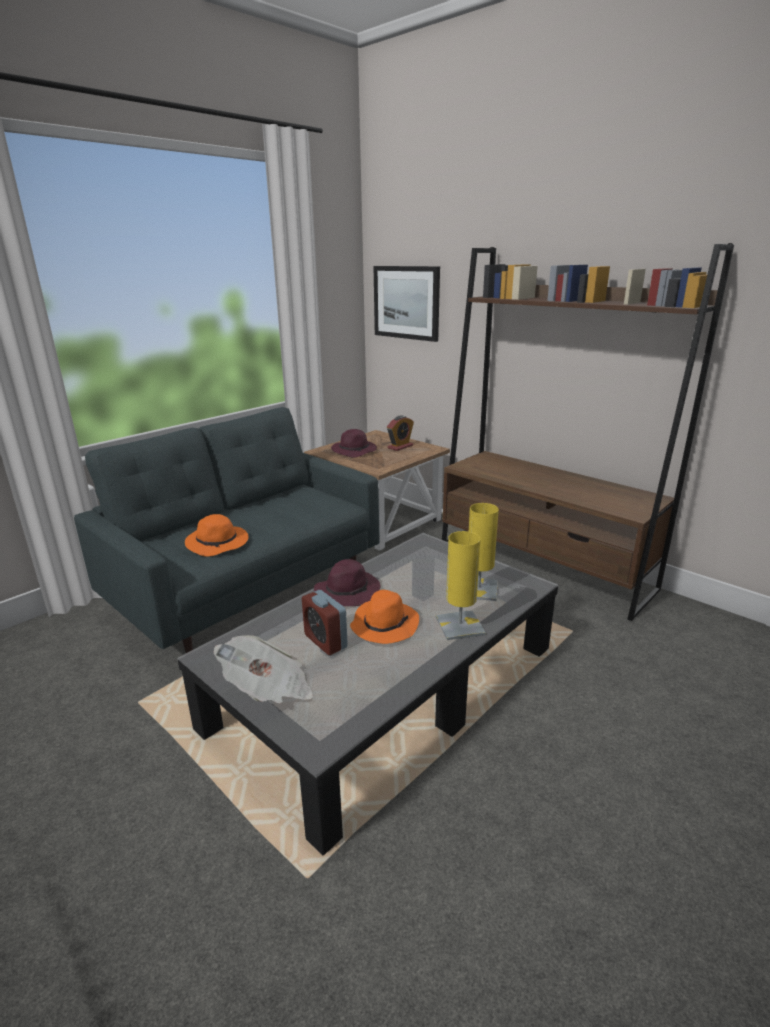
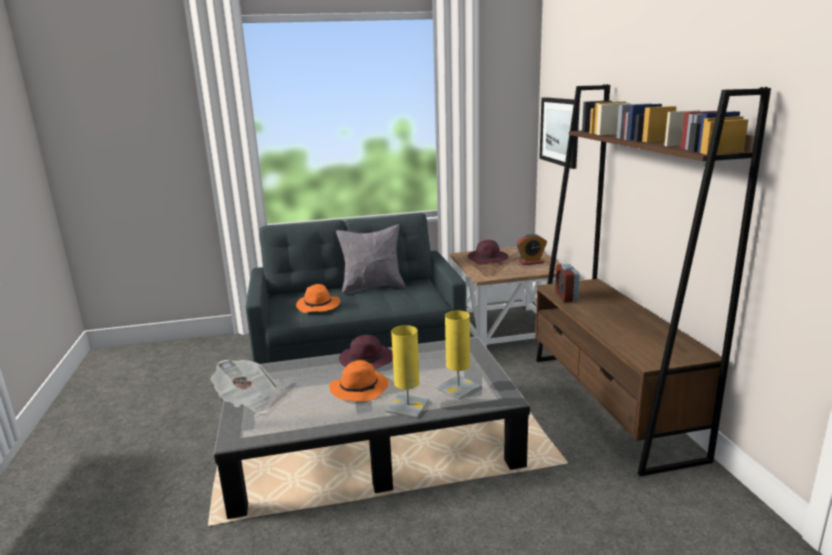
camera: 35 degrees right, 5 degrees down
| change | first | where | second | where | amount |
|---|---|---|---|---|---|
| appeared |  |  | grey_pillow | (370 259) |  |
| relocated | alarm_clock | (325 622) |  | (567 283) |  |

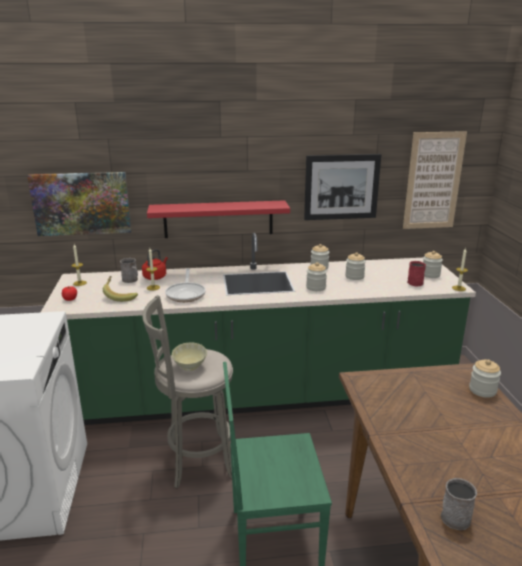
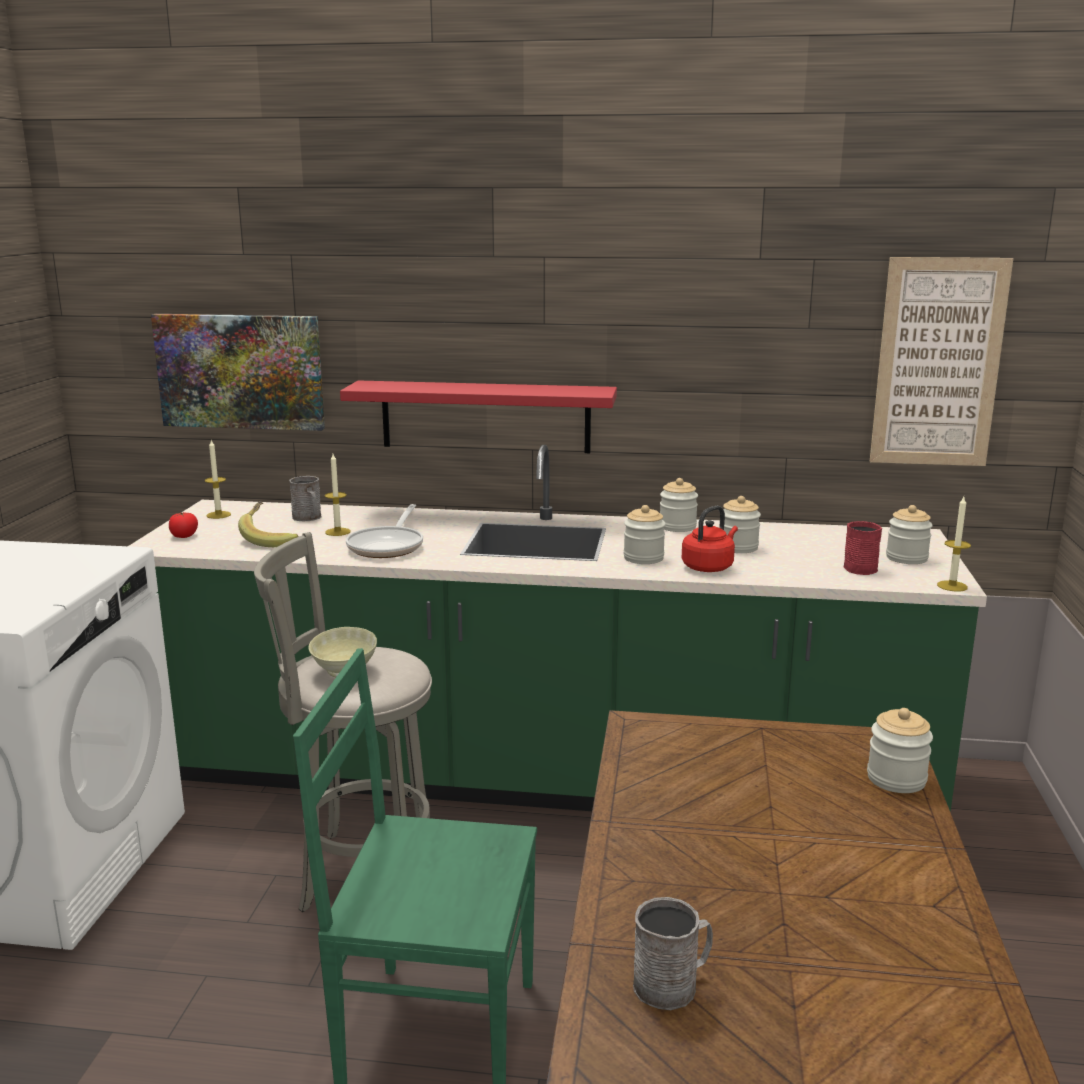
camera: 15 degrees right, 5 degrees down
| change | first | where | second | where | amount |
|---|---|---|---|---|---|
| missing | picture | (342 187) |  |  |  |
| relocated | red_kettle | (155 264) |  | (710 539) |  |

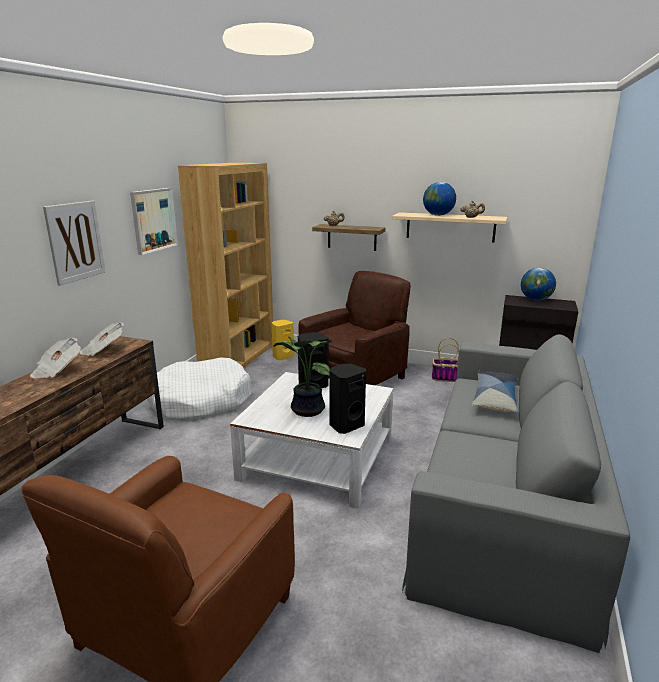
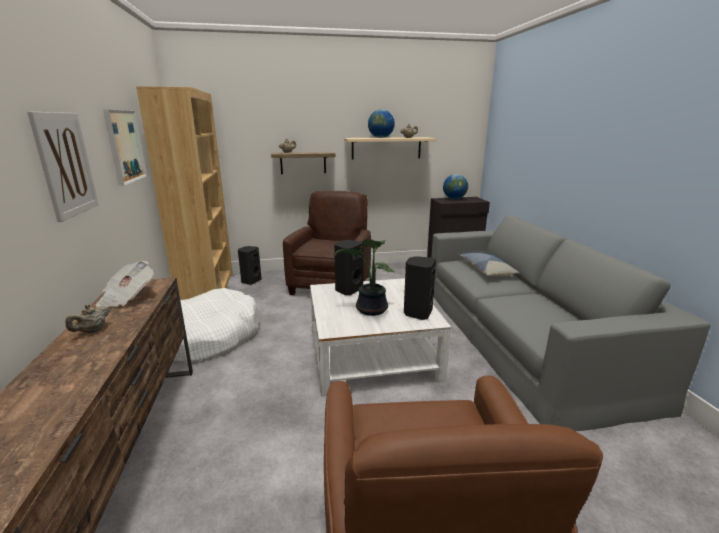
camera: 30 degrees left, 0 degrees up
| change | first | where | second | where | amount |
|---|---|---|---|---|---|
| missing | basket | (445 360) |  |  |  |
| exchanged | newspaper | (55 358) | beige_teapot | (87 318) |  |
| colour | yellow_speaker | (282 340) | black_speaker | (250 265) |  |

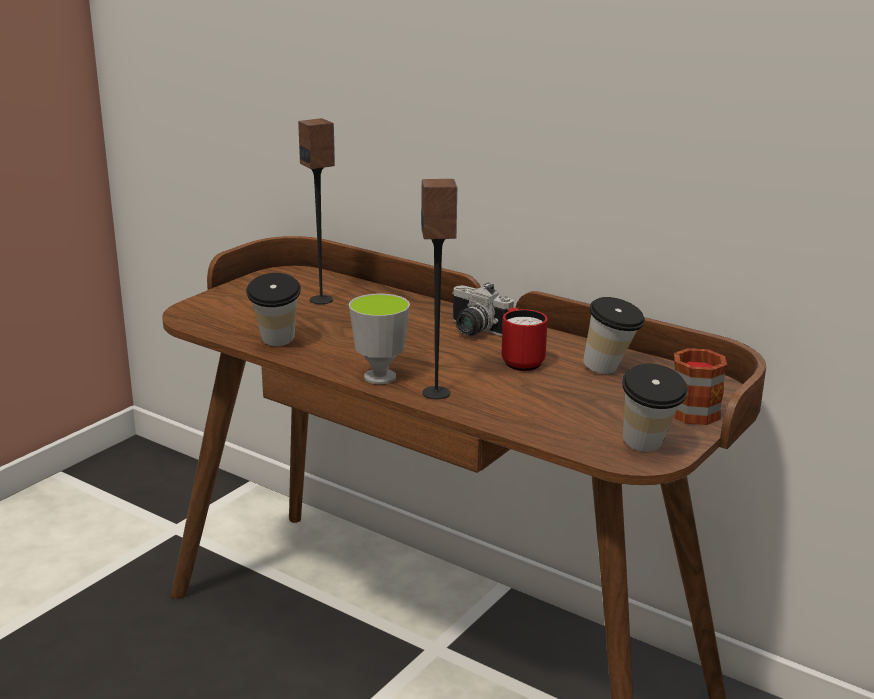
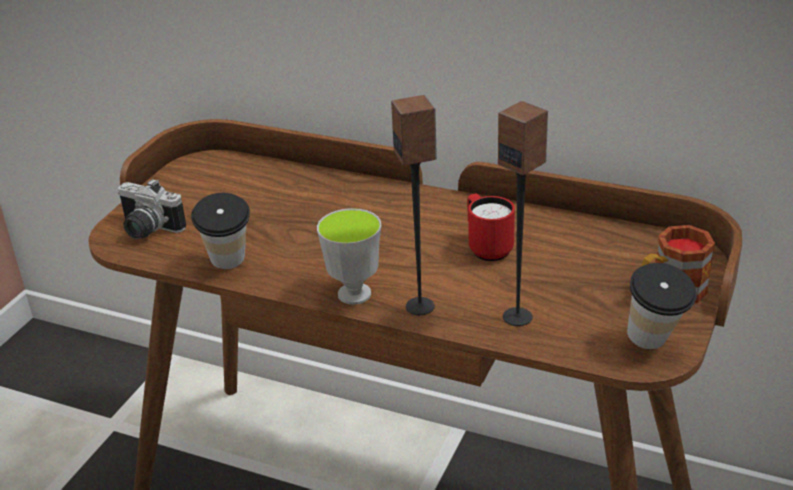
camera: 10 degrees left, 10 degrees up
| change | first | where | second | where | amount |
|---|---|---|---|---|---|
| missing | cup | (614 335) |  |  |  |
| relocated | speaker | (316 211) |  | (523 213) |  |
| relocated | photo_camera | (483 309) |  | (151 209) |  |

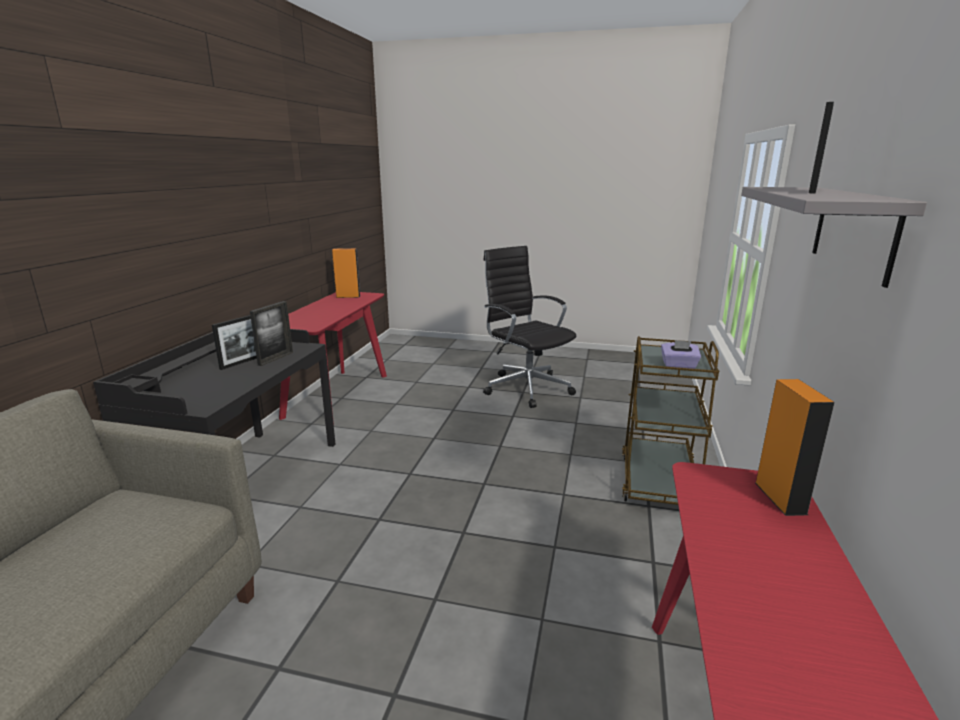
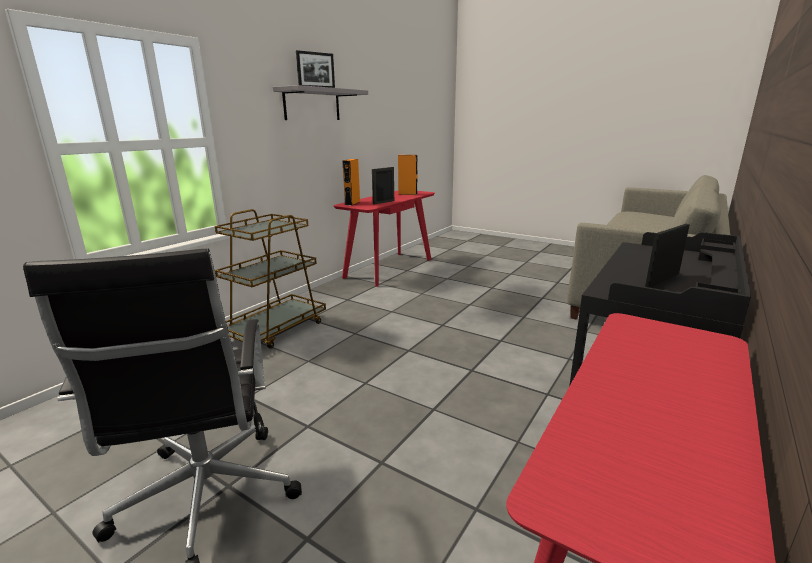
camera: 160 degrees left, 0 degrees up
| change | first | where | second | where | amount |
|---|---|---|---|---|---|
| missing | purple_tissue_box | (681 354) |  |  |  |
| relocated | picture_frame | (271 333) |  | (383 186) |  |
| relocated | orange_speaker | (346 273) |  | (407 175) |  |

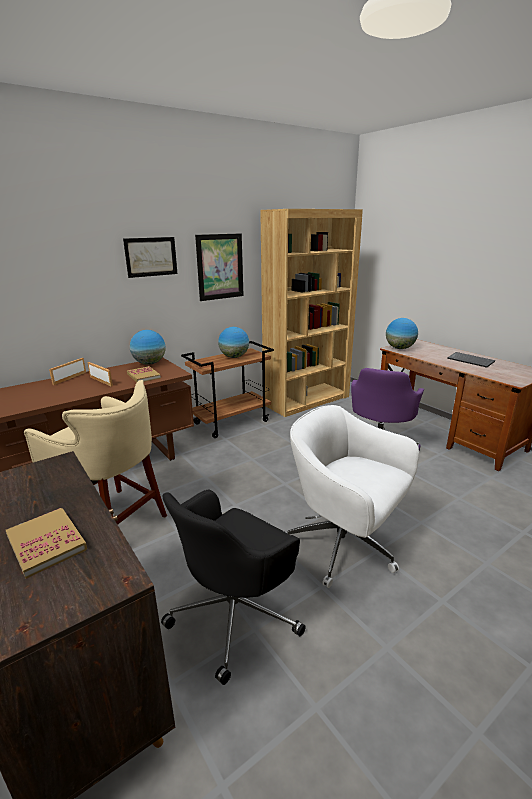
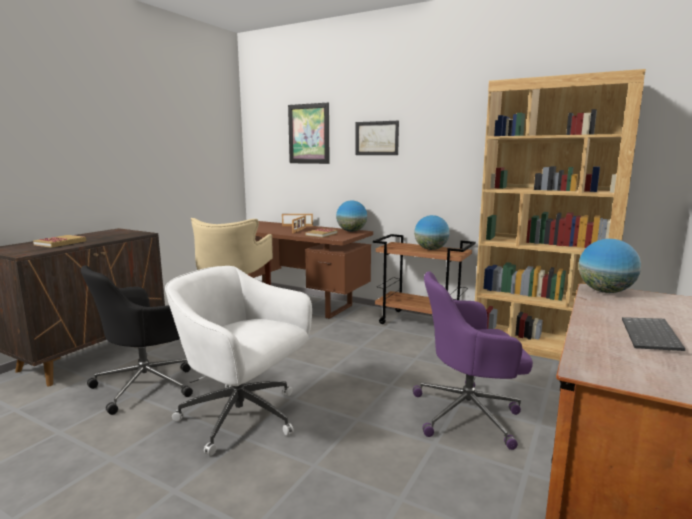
camera: 65 degrees right, 10 degrees down
| change | first | where | second | where | amount |
|---|---|---|---|---|---|
| relocated | picture | (219 267) |  | (309 133) |  |
| spun | black_office_chair | (233 587) |  | (137 340) | 60 degrees counterclockwise |
| spun | white_office_chair | (353 496) |  | (238 361) | 75 degrees counterclockwise |

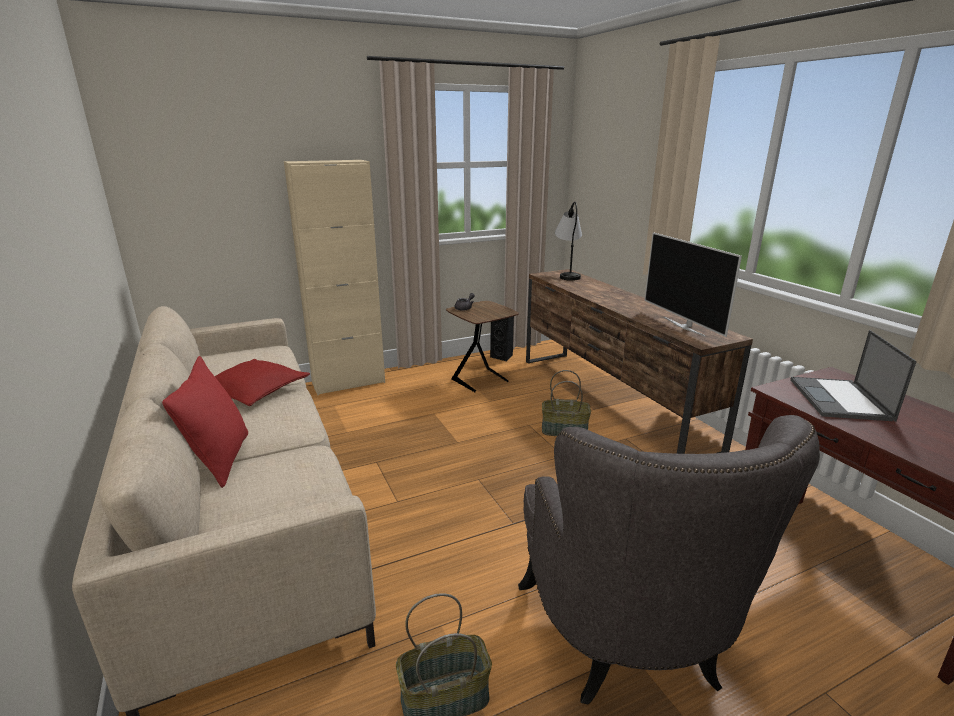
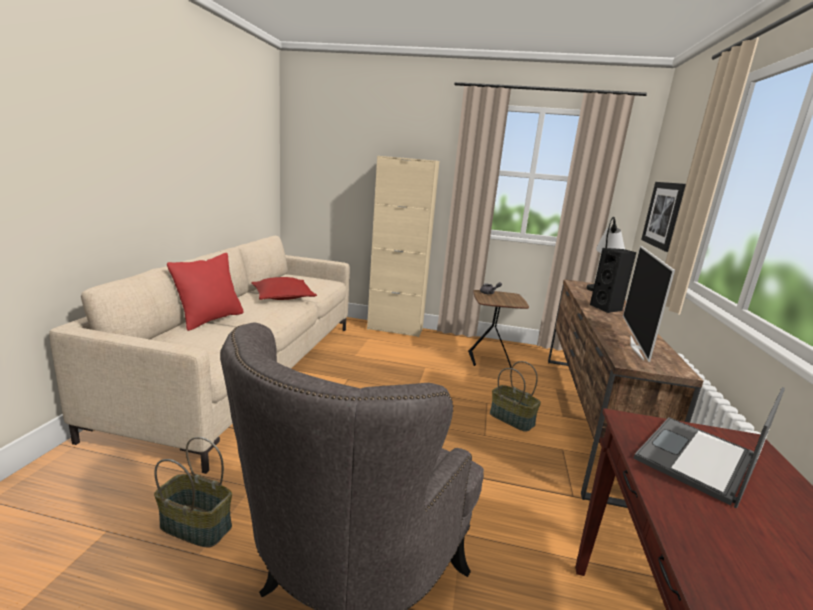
camera: 35 degrees right, 5 degrees down
| change | first | where | second | where | amount |
|---|---|---|---|---|---|
| appeared |  |  | picture | (663 217) |  |
| relocated | black_speaker | (502 338) |  | (613 280) |  |

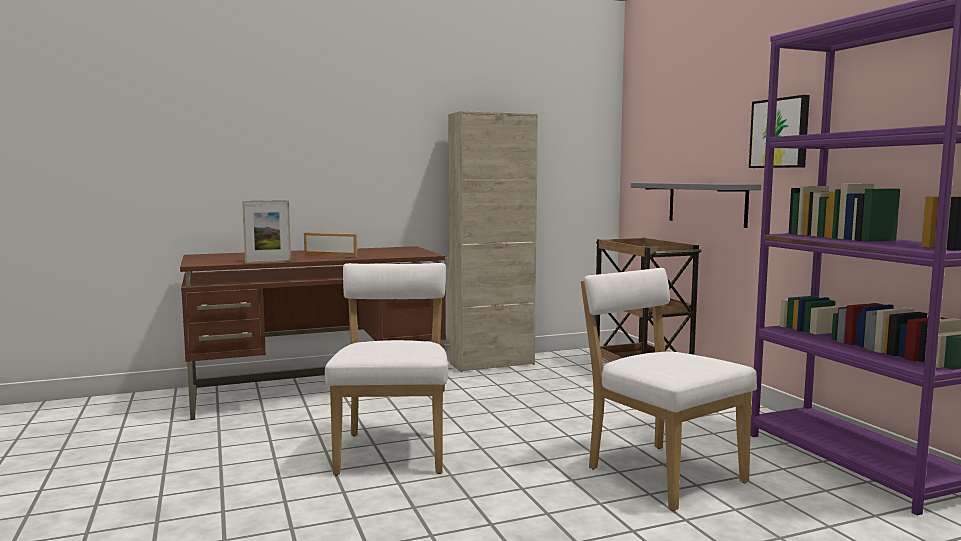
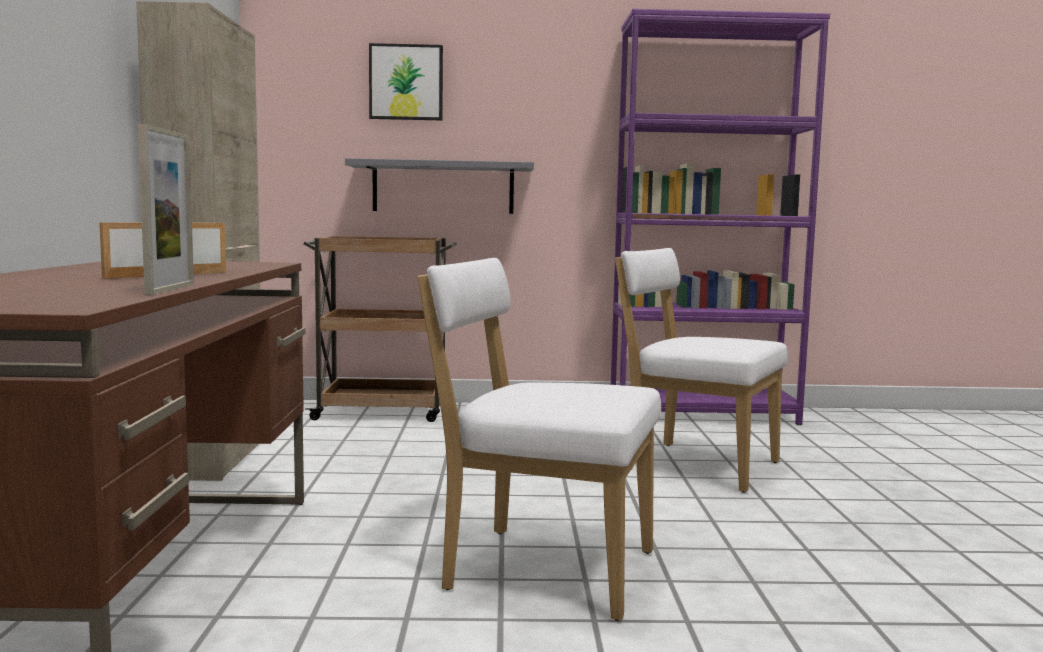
camera: 70 degrees left, 0 degrees up
| change | first | where | second | where | amount |
|---|---|---|---|---|---|
| relocated | picture | (779 131) |  | (406 81) |  |
| spun | white_chair | (669 389) |  | (701 370) | 45 degrees clockwise |

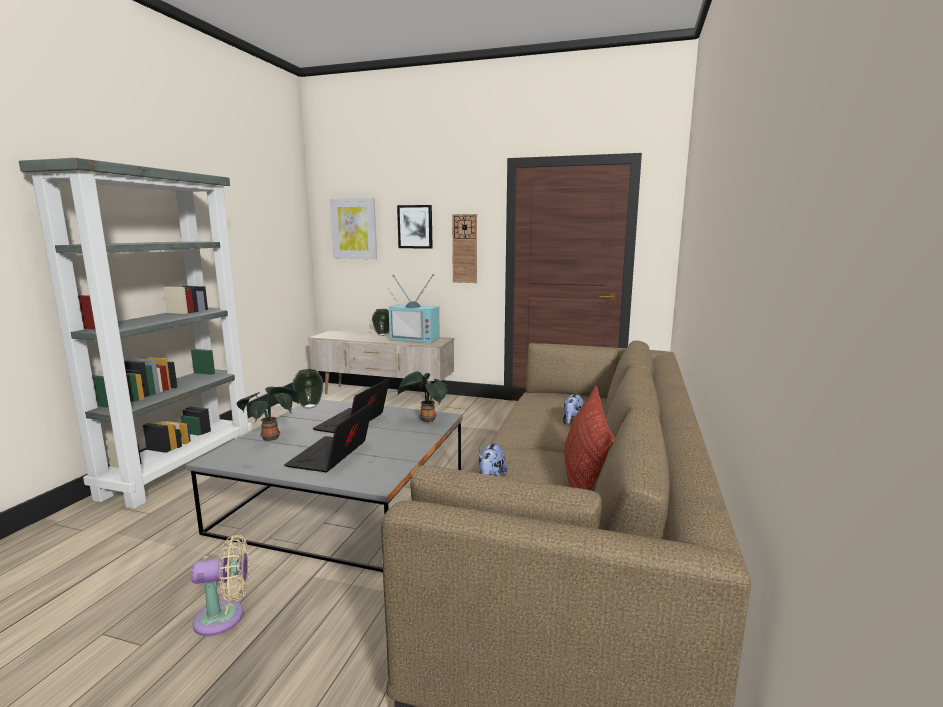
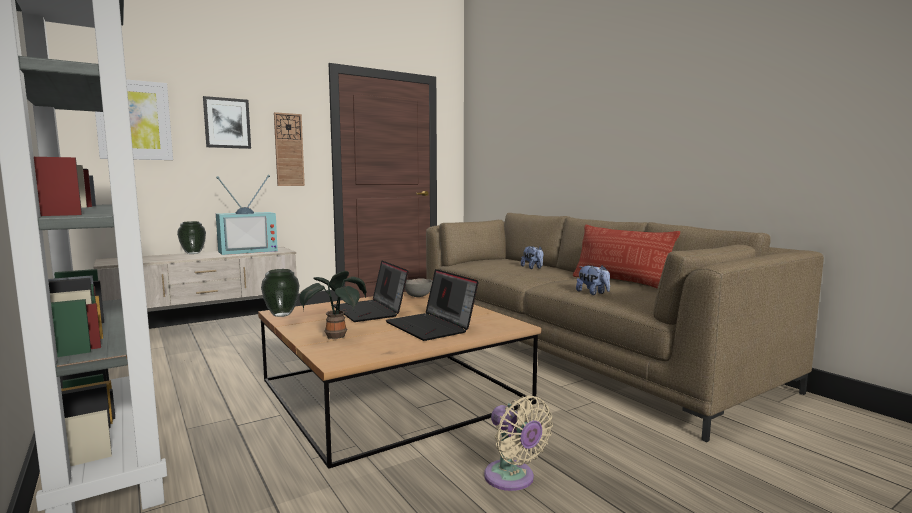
camera: 50 degrees left, 5 degrees down
| change | first | where | second | where | amount |
|---|---|---|---|---|---|
| exchanged | potted_plant | (423 396) | grey_bowl | (418 288) |  |
| colour | grey_coffee_table | (324 485) | brown_coffee_table | (399 380) |  |
| spun | beige_fan | (220 585) |  | (518 443) | 120 degrees clockwise |

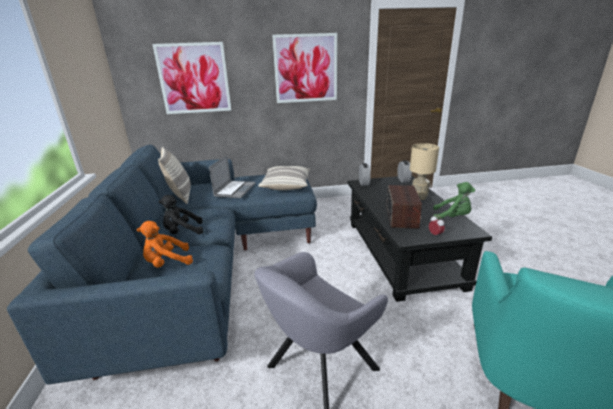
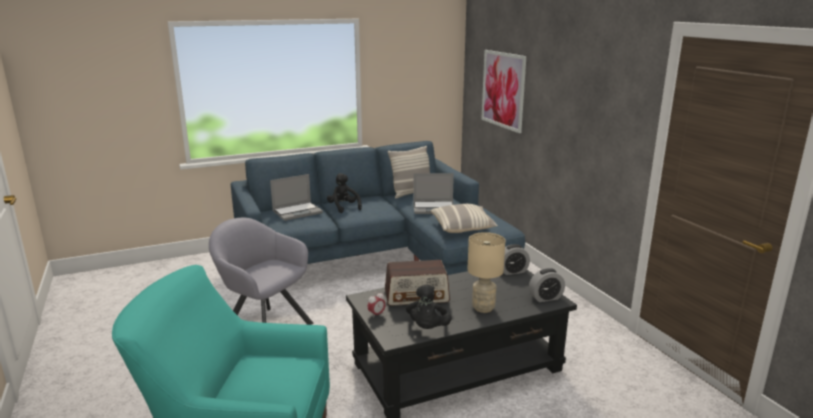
camera: 75 degrees right, 5 degrees down
| change | first | where | second | where | amount |
|---|---|---|---|---|---|
| missing | picture | (304 68) |  |  |  |
| exchanged | orange_plush_toy | (165 244) | laptop | (296 197) |  |
| colour | green_plush_toy | (454 201) | black_plush_toy | (429 307) |  |

